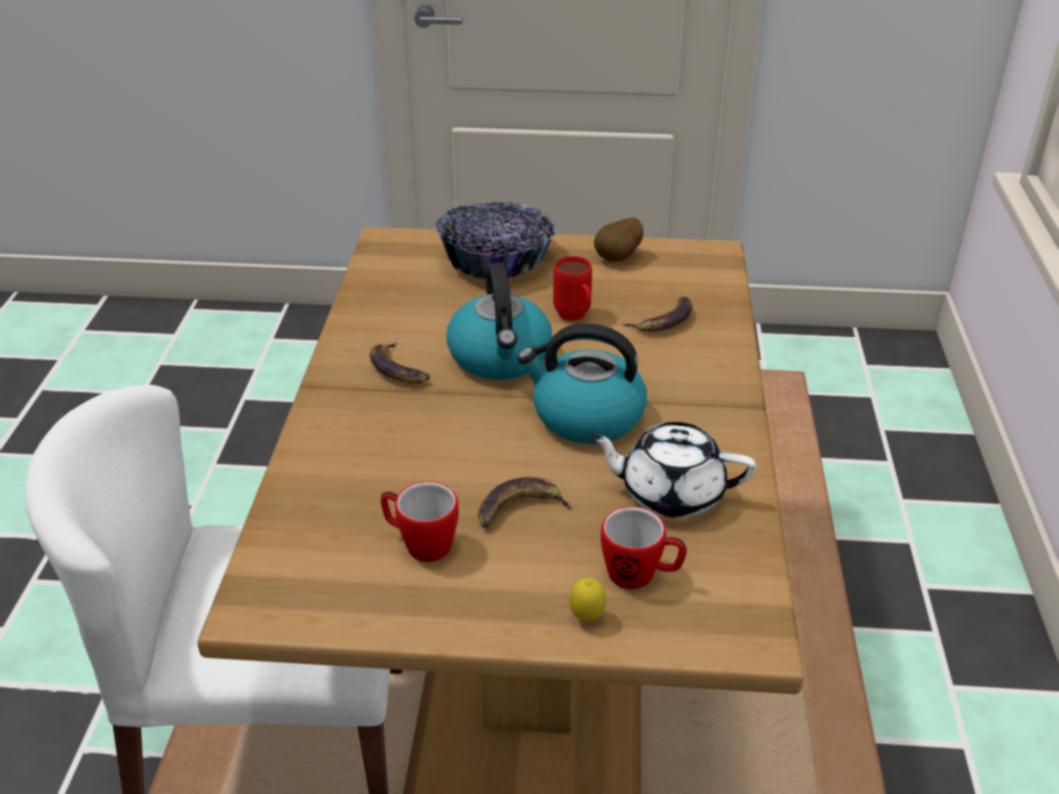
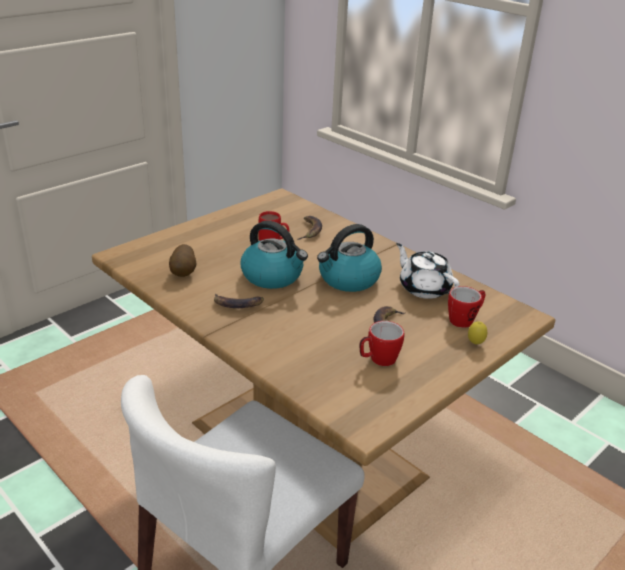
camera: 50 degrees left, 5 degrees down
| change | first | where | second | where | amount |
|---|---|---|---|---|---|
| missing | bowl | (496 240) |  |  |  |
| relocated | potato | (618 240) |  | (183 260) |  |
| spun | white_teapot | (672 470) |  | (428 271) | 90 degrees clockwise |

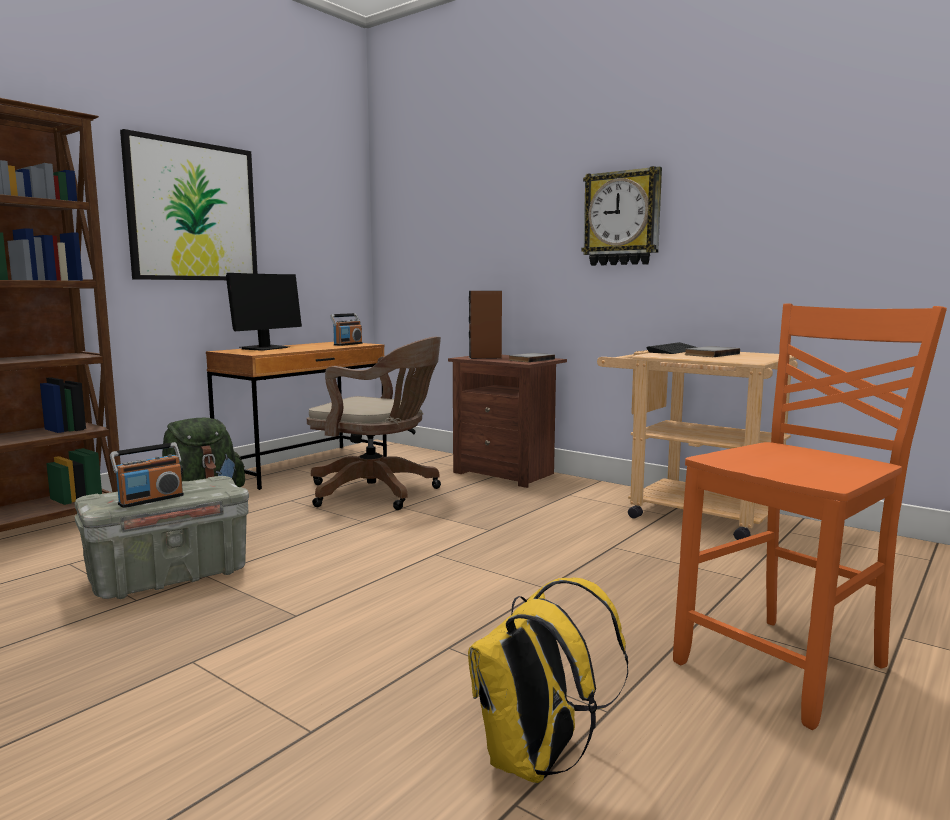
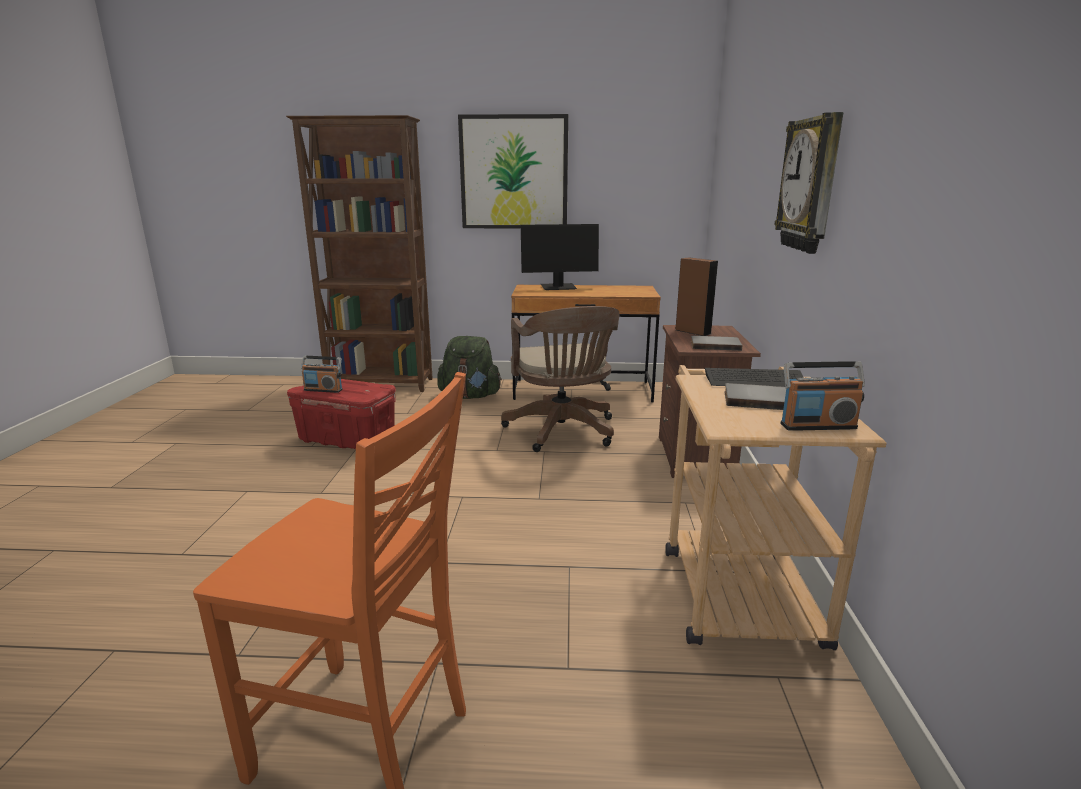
camera: 55 degrees right, 10 degrees up
| change | first | where | second | where | amount |
|---|---|---|---|---|---|
| missing | yellow_backpack | (548 680) |  |  |  |
| relocated | radio | (346 329) |  | (822 396) |  |
| colour | grey_storage_box | (162 537) | red_storage_box | (341 414) |  |

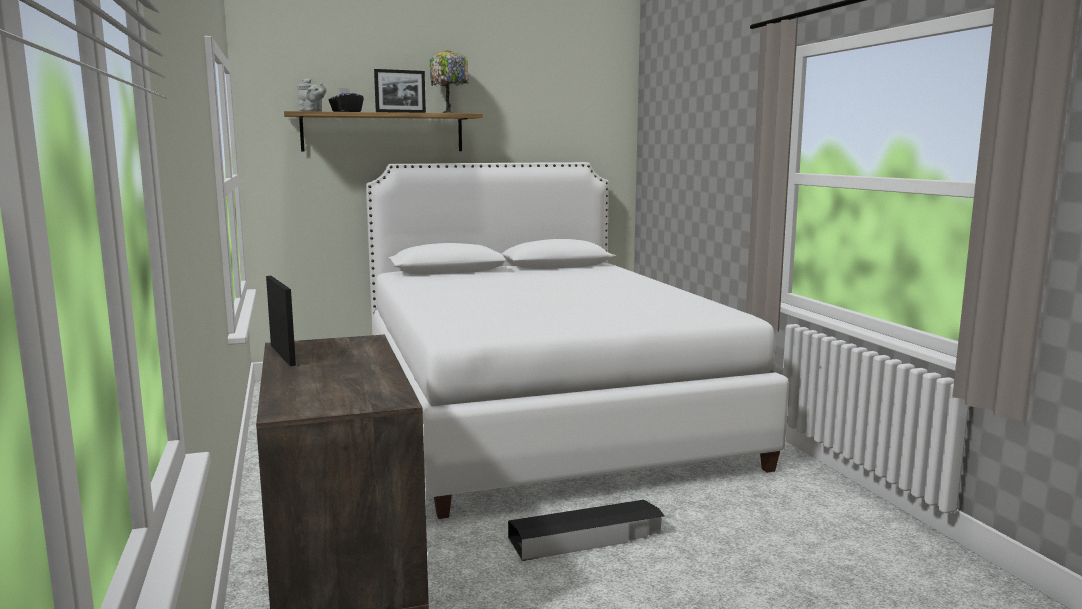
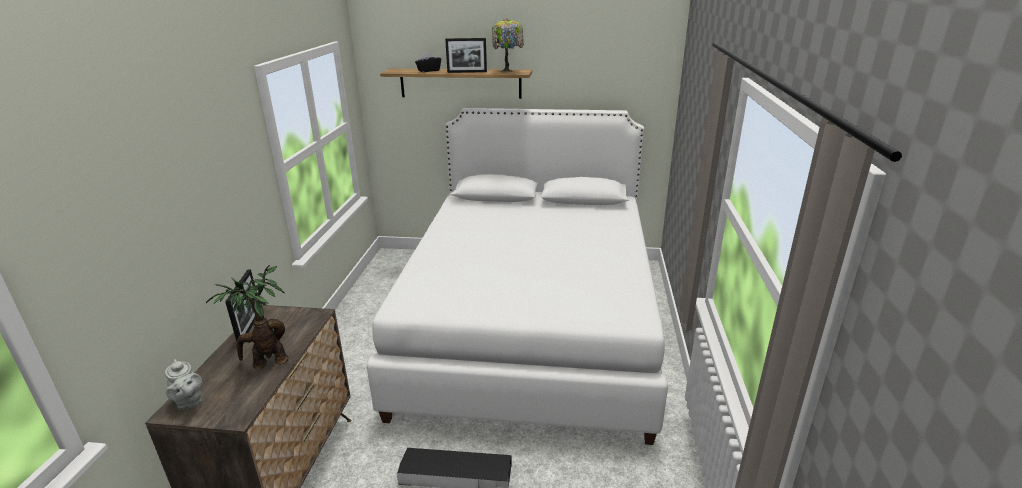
camera: 25 degrees right, 15 degrees up
| change | first | where | second | where | amount |
|---|---|---|---|---|---|
| appeared |  |  | potted_plant | (247 317) |  |
| relocated | grey_teapot | (312 95) |  | (183 384) |  |

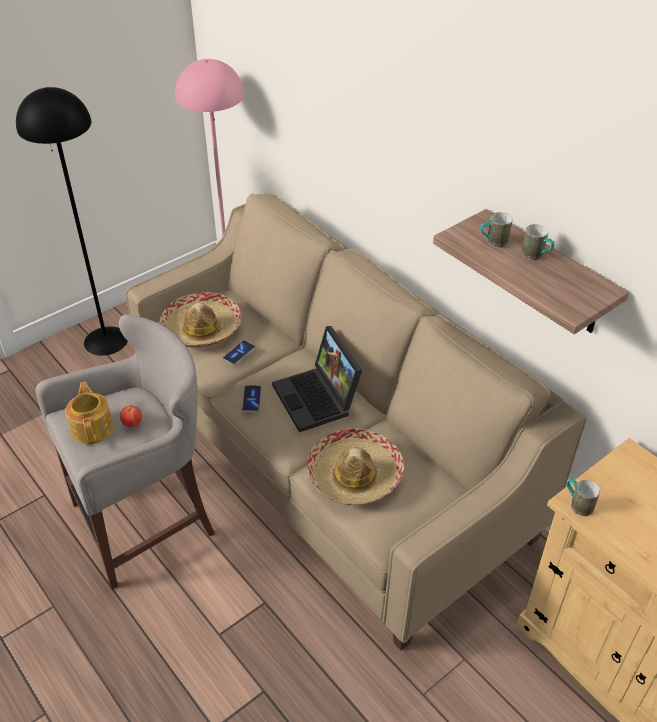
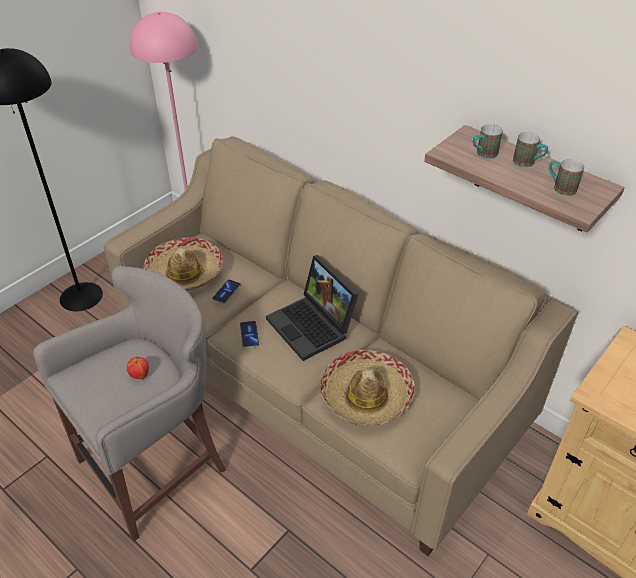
camera: 10 degrees left, 0 degrees up
| change | first | where | second | where | amount |
|---|---|---|---|---|---|
| missing | teapot | (89 412) |  |  |  |
| relocated | mug | (583 497) |  | (566 177) |  |

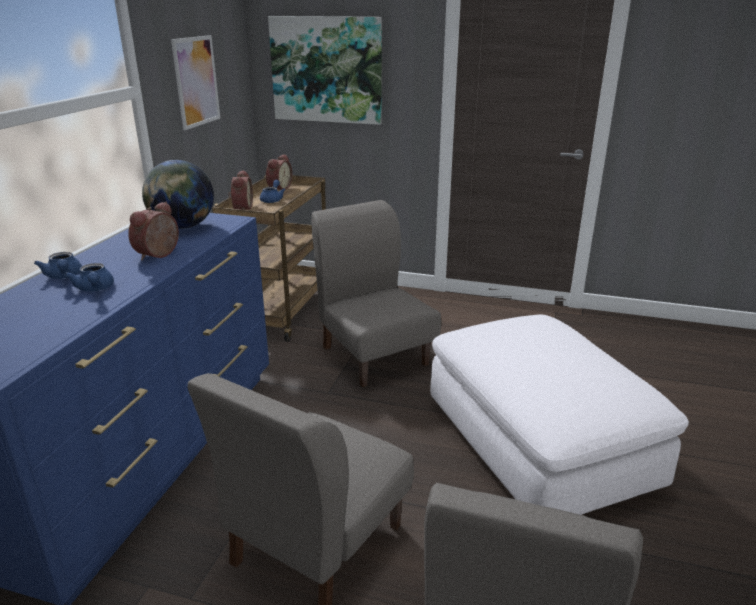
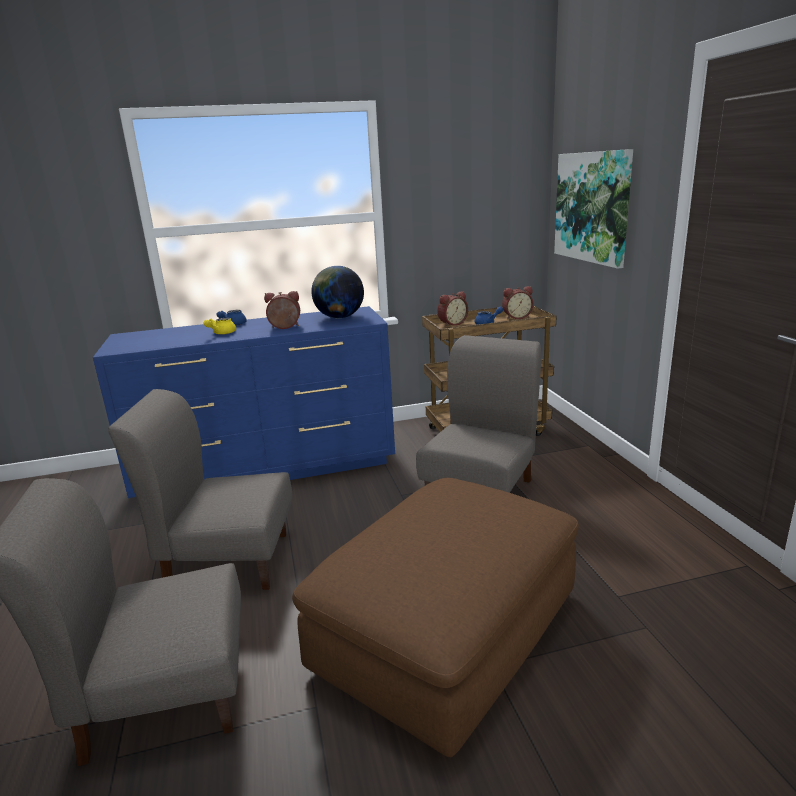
camera: 60 degrees right, 5 degrees down
| change | first | where | second | where | amount |
|---|---|---|---|---|---|
| missing | picture | (195 82) |  |  |  |
| colour | blue_teapot | (89 277) | yellow_teapot | (219 326) |  |
| colour | white_ottoman | (559 414) | brown_ottoman | (435 617) |  |

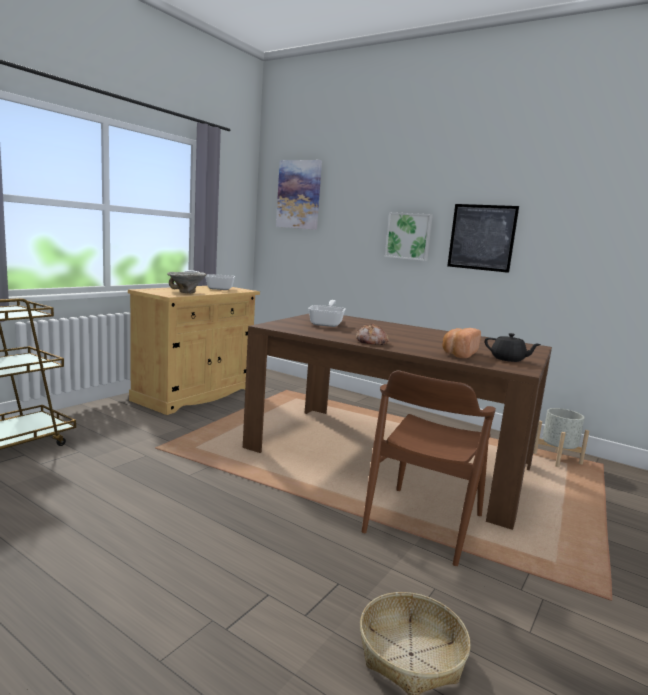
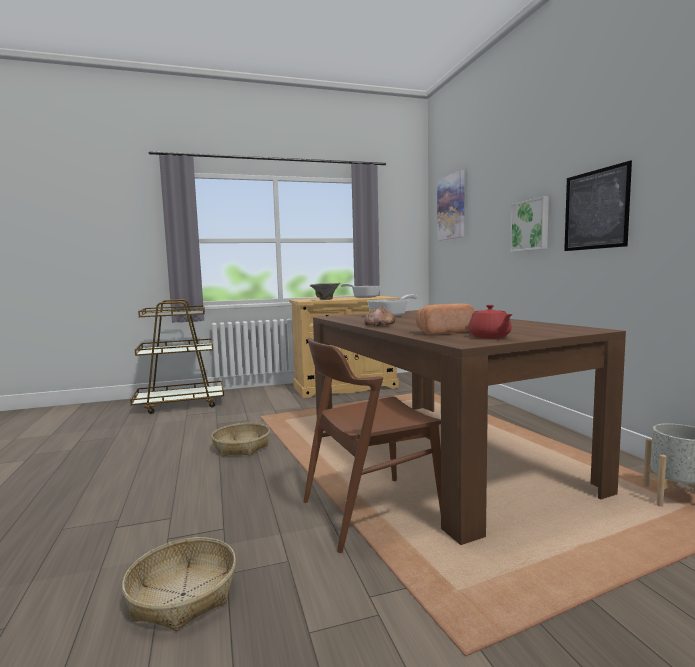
camera: 40 degrees right, 5 degrees down
| change | first | where | second | where | amount |
|---|---|---|---|---|---|
| appeared |  |  | basket | (240 439) |  |
| colour | black_teapot | (513 347) | red_teapot | (490 321) |  |

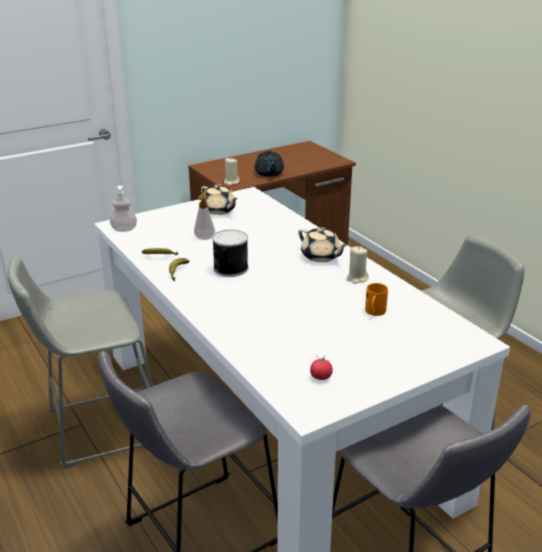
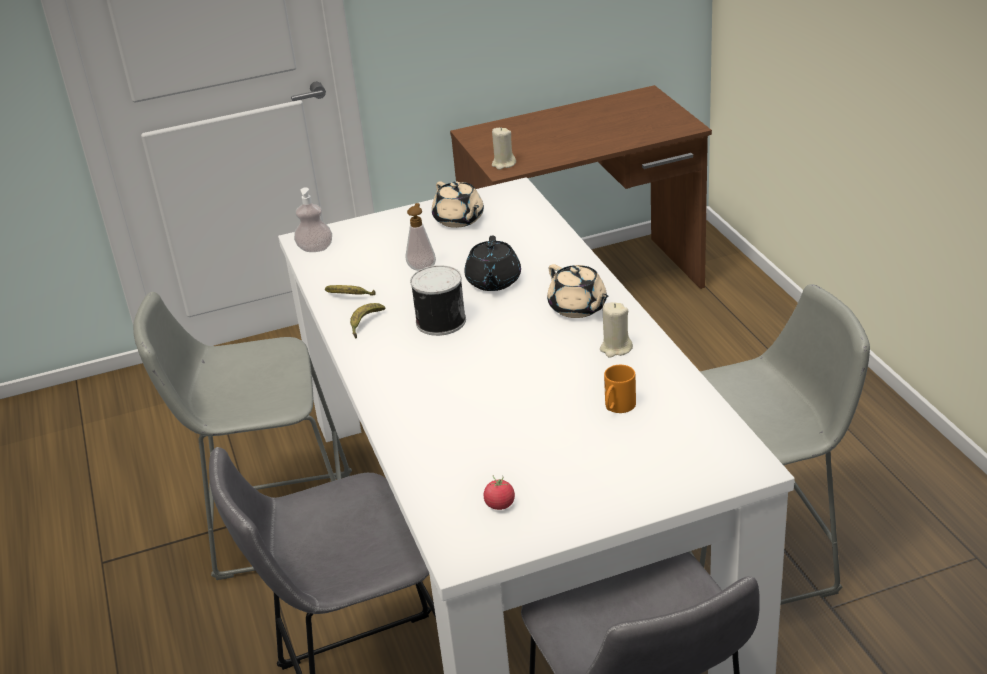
camera: 15 degrees right, 5 degrees up
| change | first | where | second | where | amount |
|---|---|---|---|---|---|
| relocated | black_teapot | (269 163) |  | (492 263) |  |

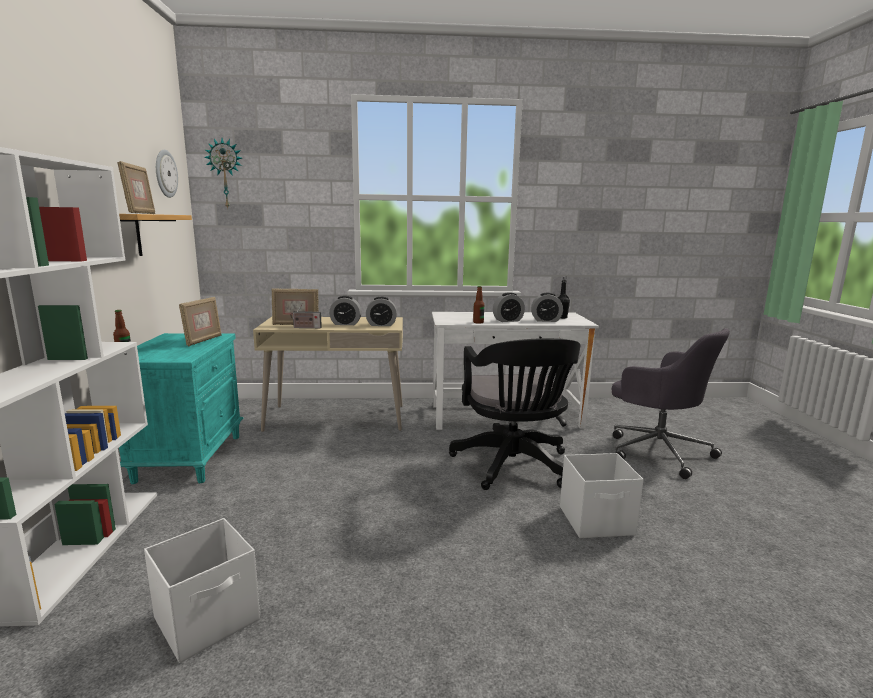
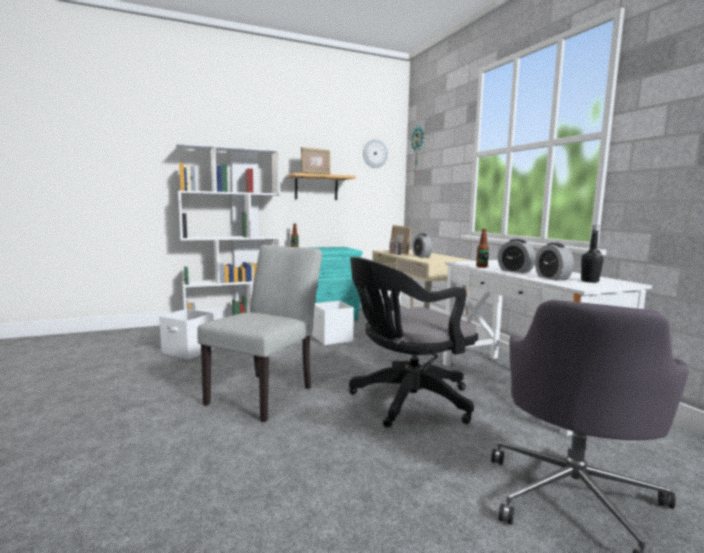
camera: 70 degrees right, 5 degrees down
| change | first | where | second | where | amount |
|---|---|---|---|---|---|
| missing | picture_frame | (200 321) |  |  |  |
| missing | alarm_clock | (381 311) |  |  |  |
| appeared |  |  | grey_chair | (259 333) |  |
| relocated | white_storage_box | (602 495) |  | (333 323) |  |

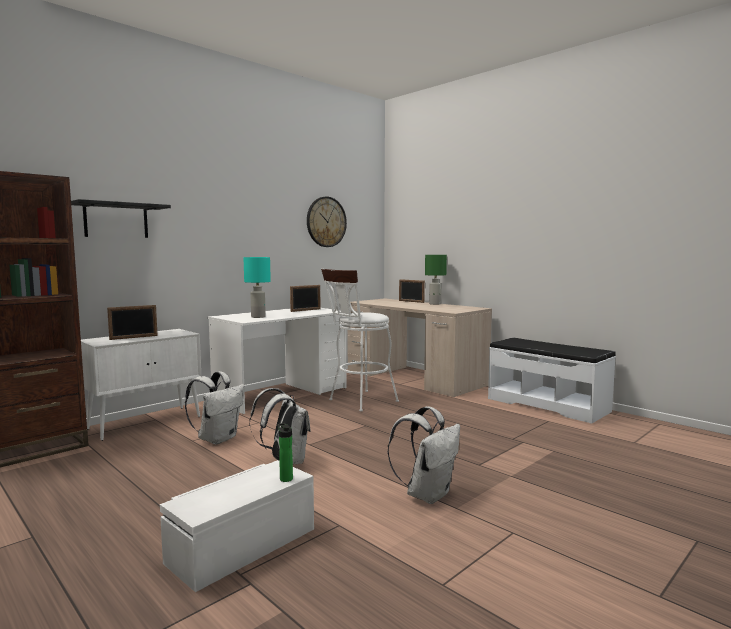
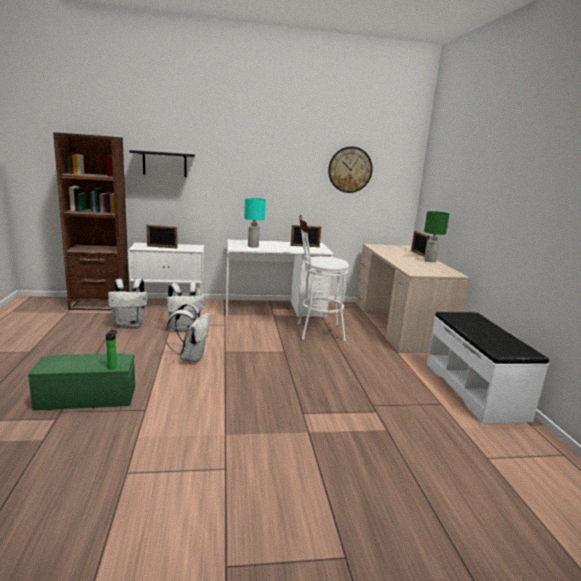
camera: 35 degrees right, 10 degrees up
| change | first | where | second | where | amount |
|---|---|---|---|---|---|
| relocated | white_backpack | (424 455) |  | (128 303) |  |
| colour | white_storage_box | (237 526) | green_storage_box | (81 381) |  |

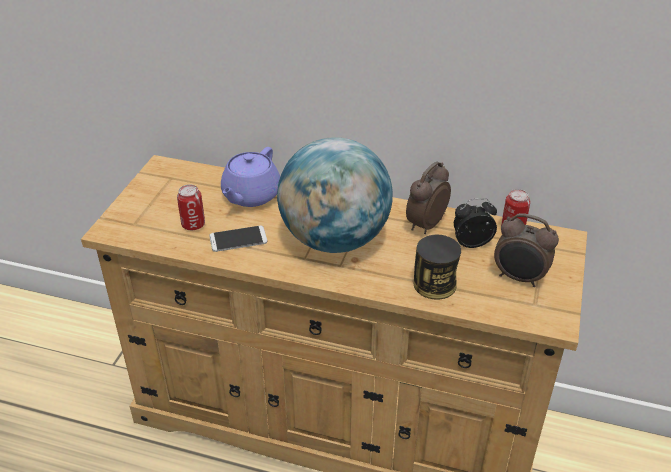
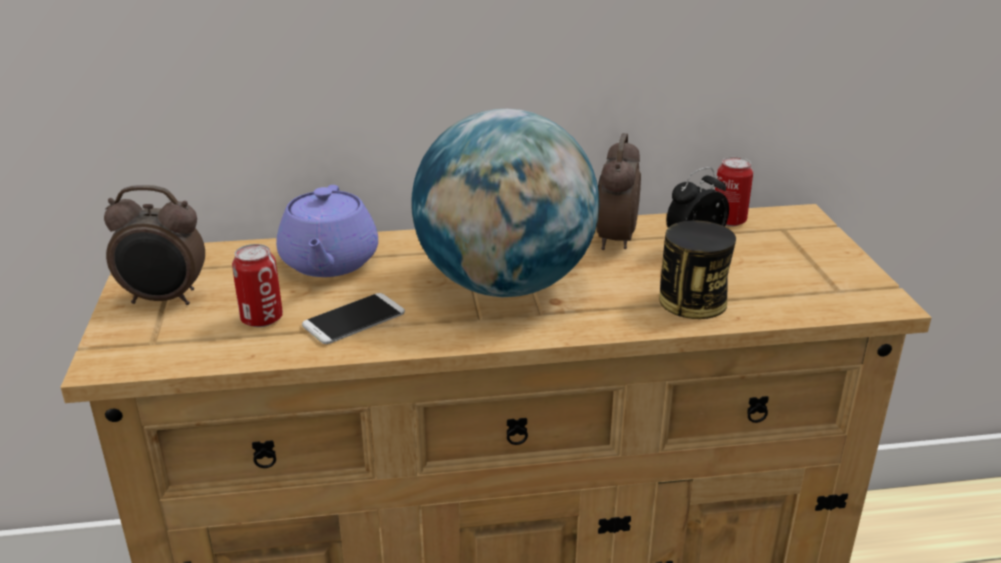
camera: 25 degrees left, 10 degrees down
| change | first | where | second | where | amount |
|---|---|---|---|---|---|
| relocated | alarm_clock | (526 250) |  | (154 245) |  |

